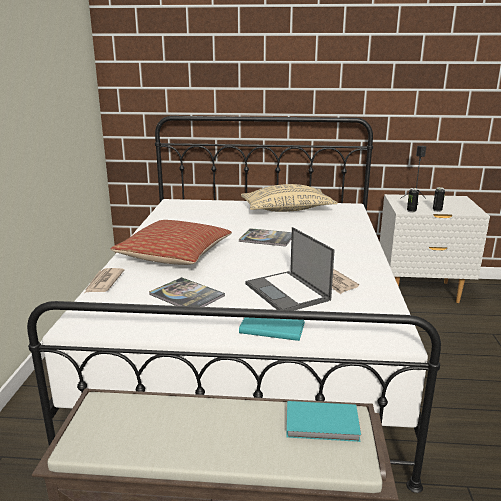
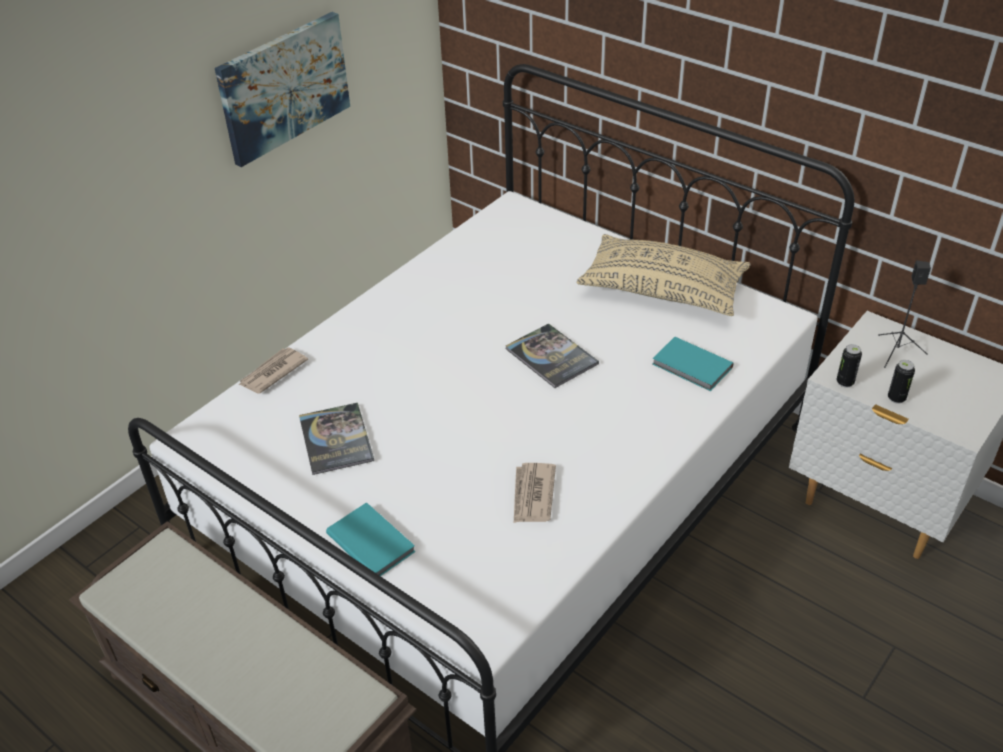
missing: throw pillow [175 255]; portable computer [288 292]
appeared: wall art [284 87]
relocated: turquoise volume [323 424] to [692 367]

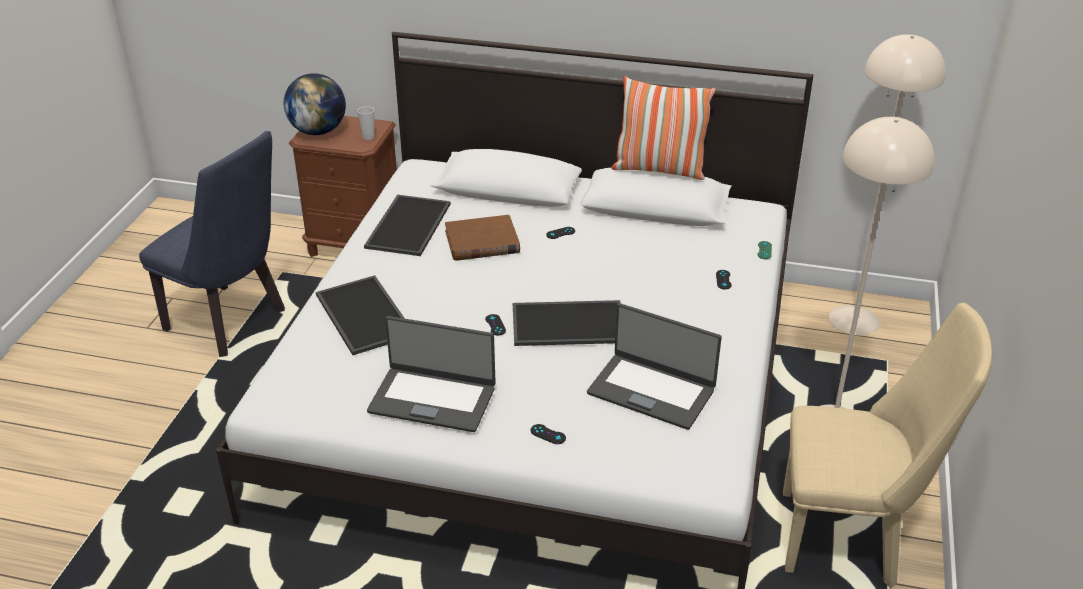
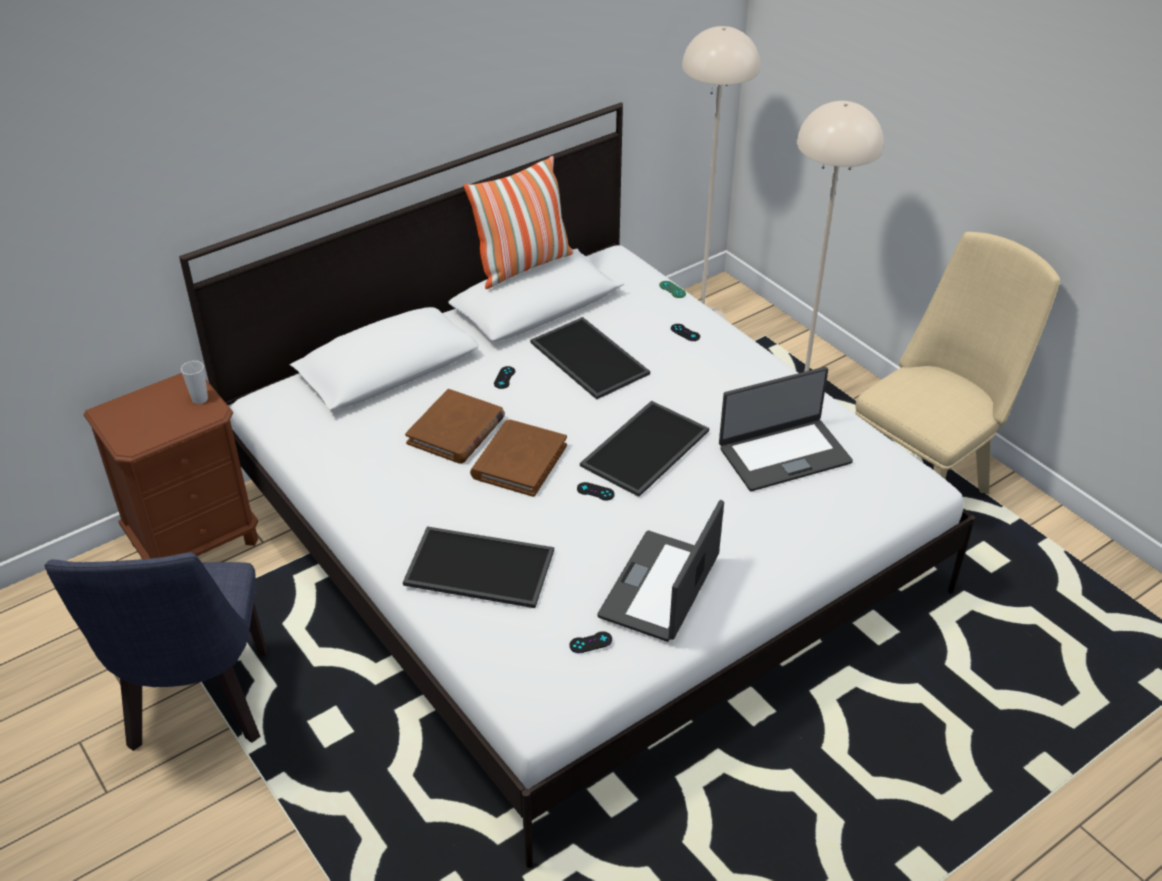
missing: world globe [318 131]
appeared: brown volume [519 461]
relocated: tray [407 225] to [587 358]; black gamepad [548 434] to [590 642]
spun: bluish upright chair [232 323] = [199 710] 105 degrees clockwise; portable computer [432 399] = [661 587] 150 degrees clockwise

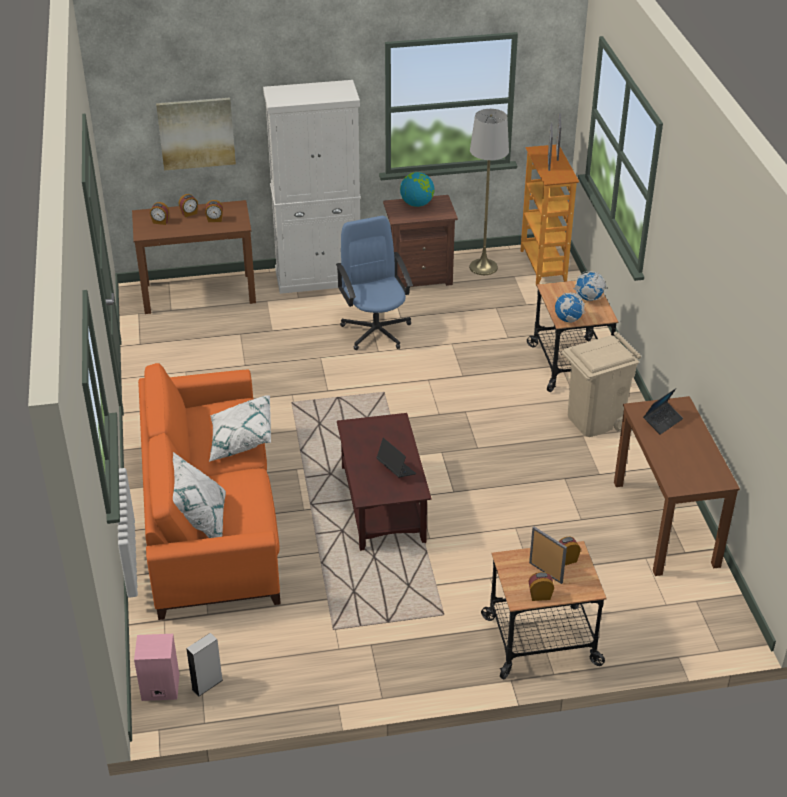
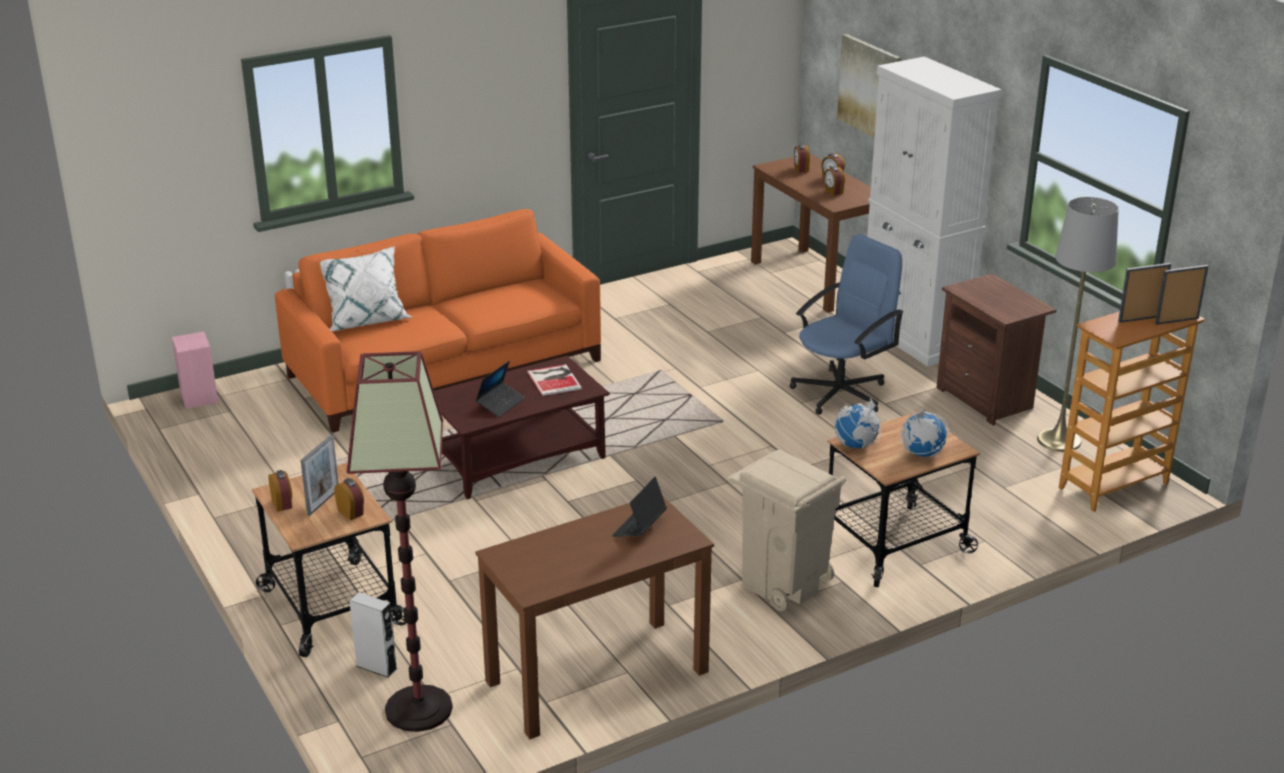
missing: white throw pillow [241 440]; world globe [417 204]
appeared: standing lamp [418 709]; volume [554 379]
relocated: gray loudspeaker [207 684] to [376 667]
spun: portable computer [662 421] = [639 528] 90 degrees clockwise

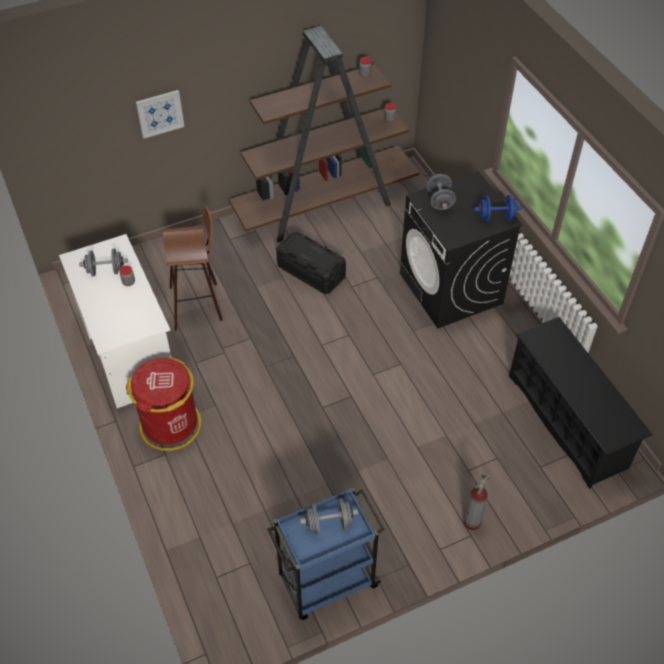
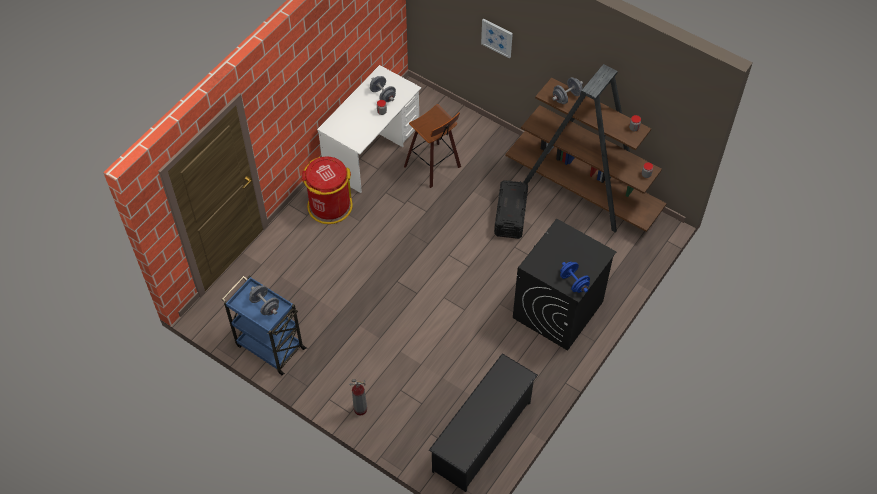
relocated: gray dumbbell [440 201] to [566 97]

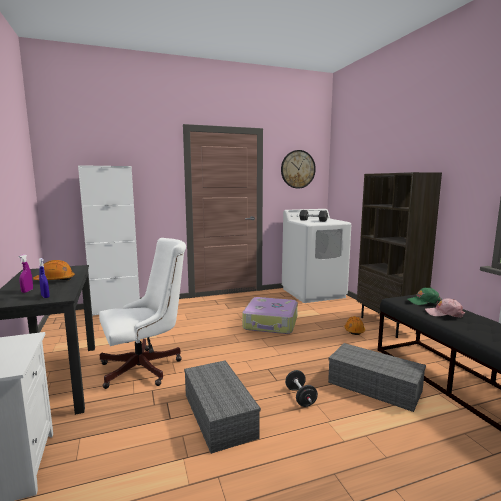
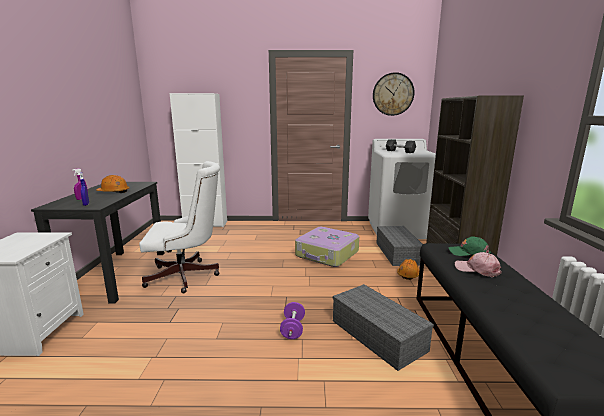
relocated: gray storage container [217 414] to [396 253]
colour: black dumbbell [300 397] to purple-coloured dumbbell [293 329]

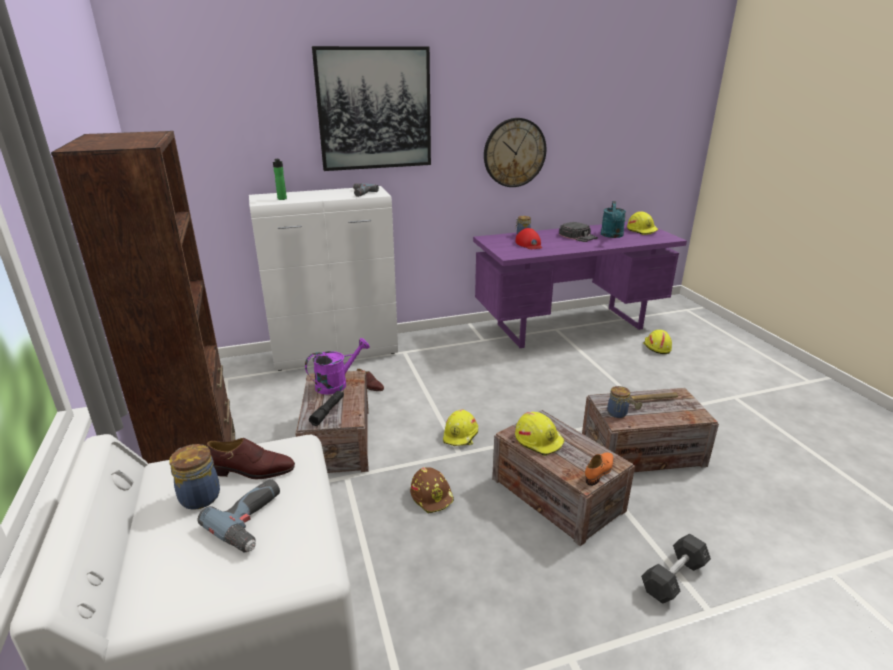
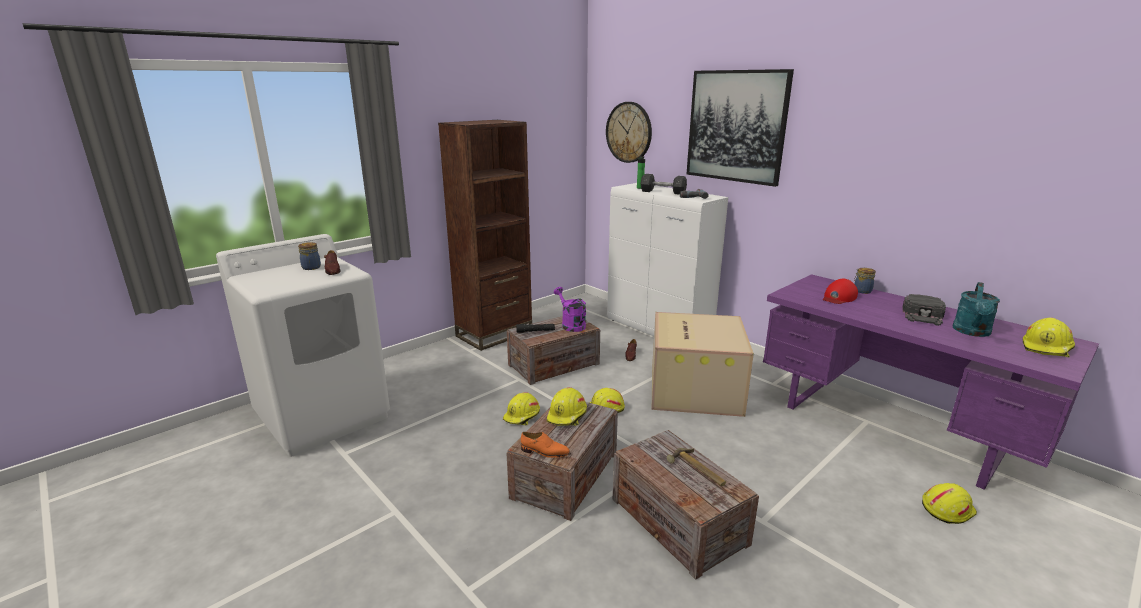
missing: power drill [254 521]; storage jar [616 413]
appeared: carton [693 389]
relocated: clock on the wall [514 153] to [629 132]; gray dumbbell [673 577] to [663 192]
colour: brown hard hat [432 496] to yellow-coloured hard hat [522 416]
spun: purple-coloured sprinkling can [336 384] = [571 325] 150 degrees counterclockwise; turquoise sprinkling can [612 236] = [972 332] 45 degrees counterclockwise

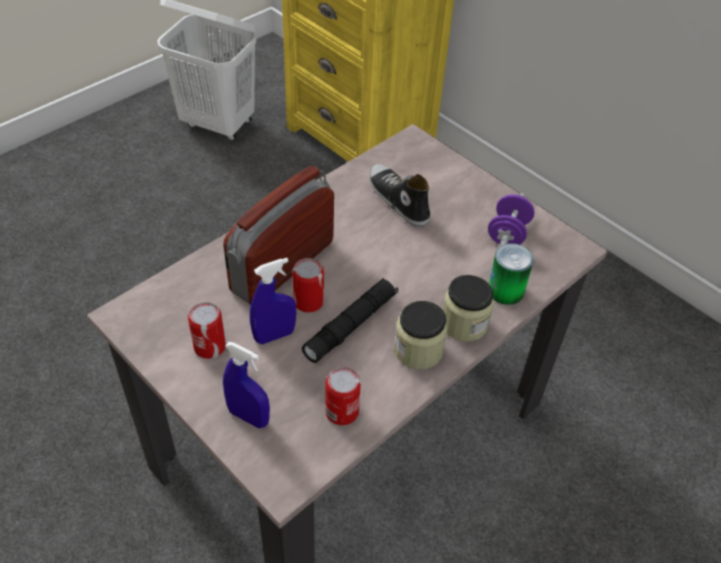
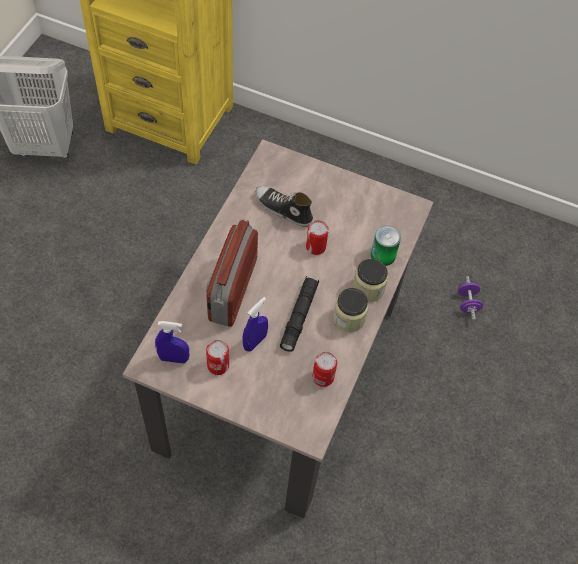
relocated: bluish hand sprayer [248 417] to [173 358]; can [308 302] to [315 247]; purple-coloured dumbbell [507 234] to [467 303]

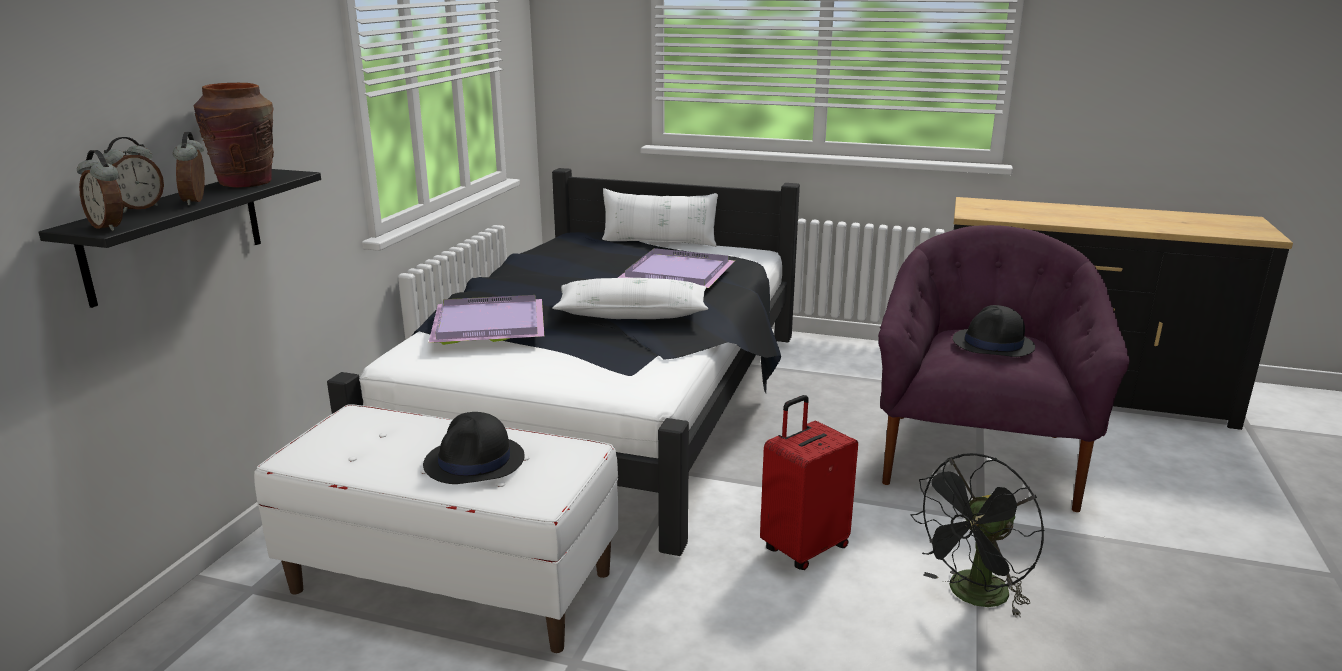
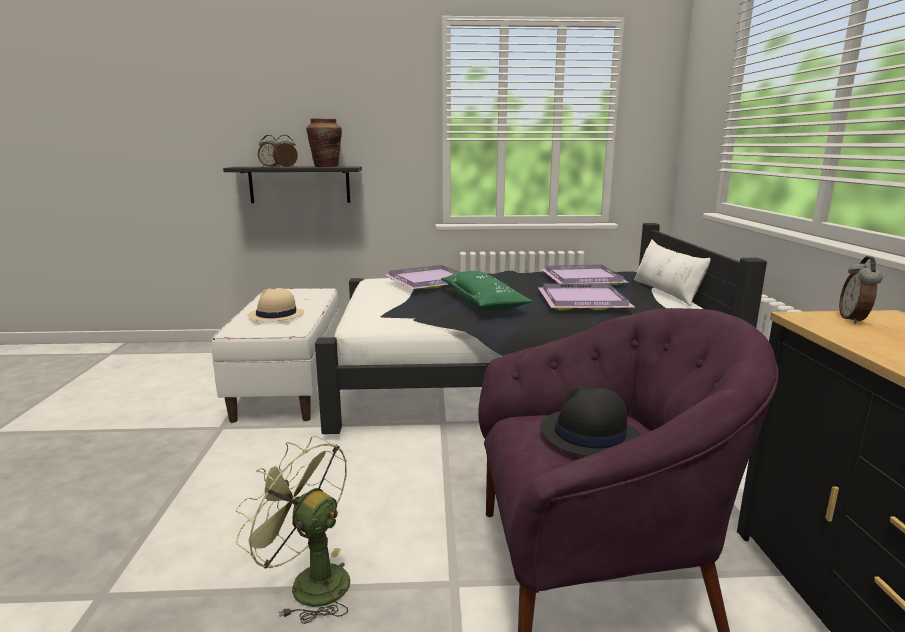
missing: red piece of luggage [803 548]
appeared: purple-coloured tray [584 279]
relocated: alarm clock [110 227] to [854 320]
colour: black hat [475 462] to beige-coloured hat [276 315]; white throw pillow [632 314] to green-coloured throw pillow [483 302]; black fan [972 597] to green-coloured fan [309 582]

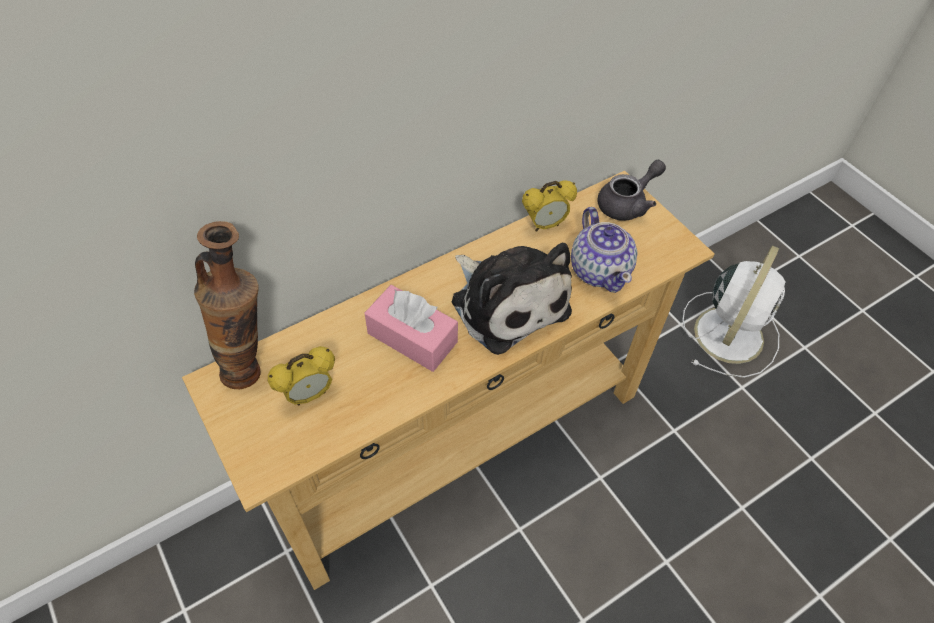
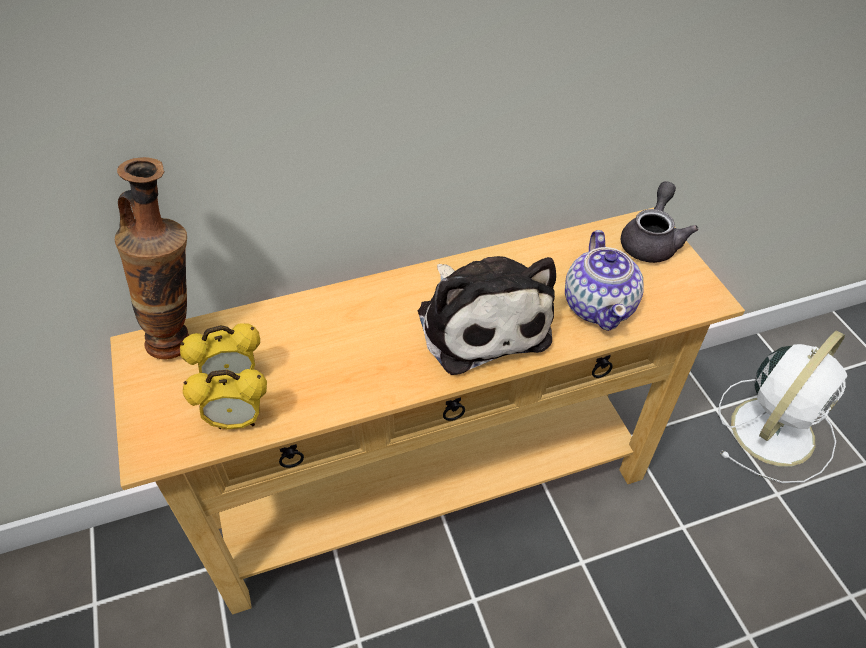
missing: pink-coloured box of tissues [412 337]
relocated: alarm clock [545 225] to [237 421]
spun: gray pot for tea [627 204] = [651 241] 45 degrees counterclockwise

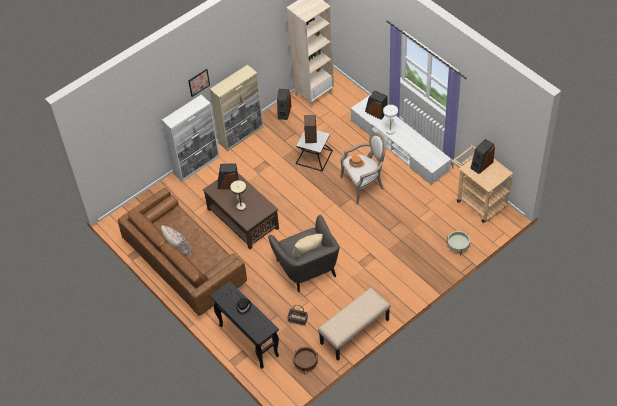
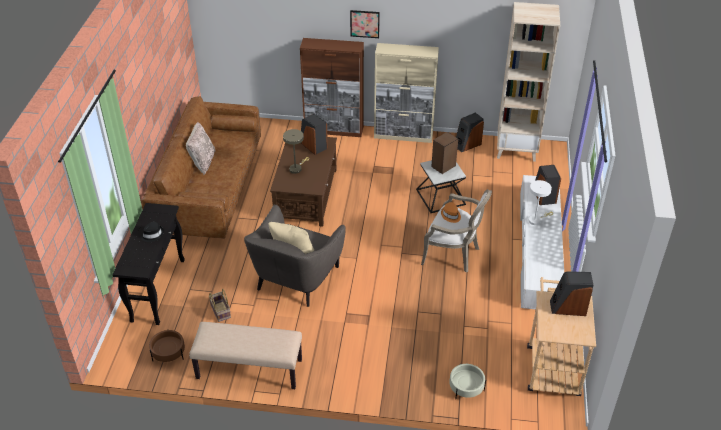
colour: white cabinet [197 165] to brown cabinet [334 129]

